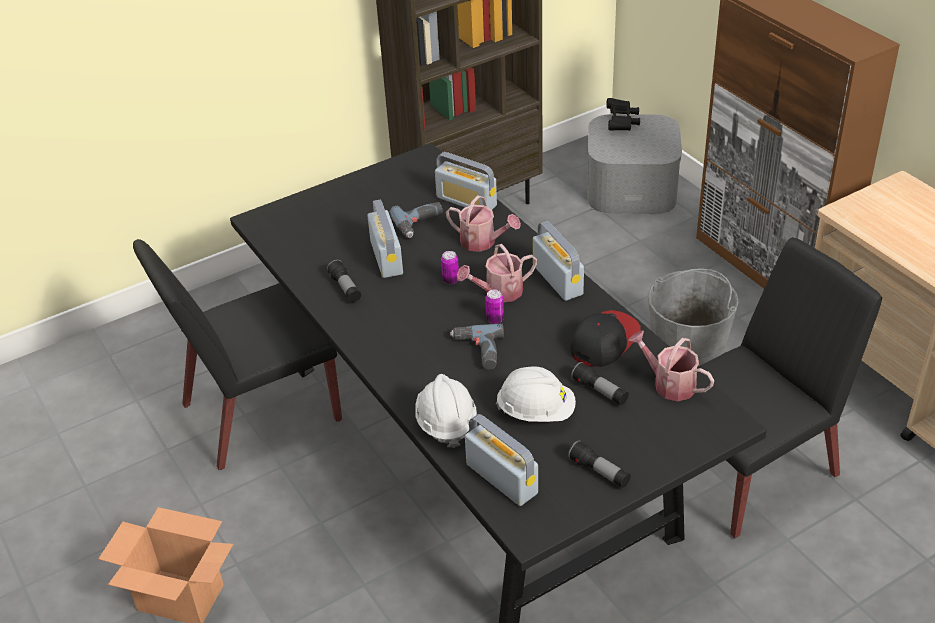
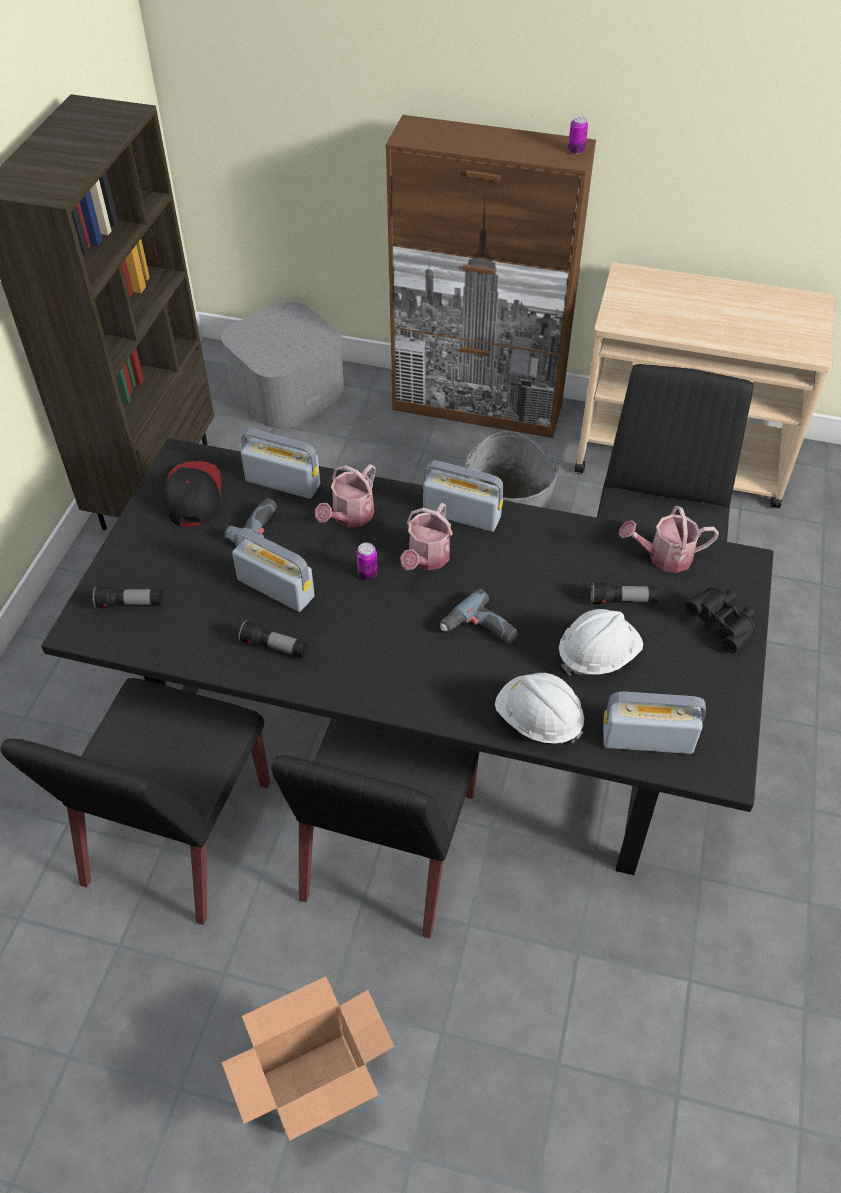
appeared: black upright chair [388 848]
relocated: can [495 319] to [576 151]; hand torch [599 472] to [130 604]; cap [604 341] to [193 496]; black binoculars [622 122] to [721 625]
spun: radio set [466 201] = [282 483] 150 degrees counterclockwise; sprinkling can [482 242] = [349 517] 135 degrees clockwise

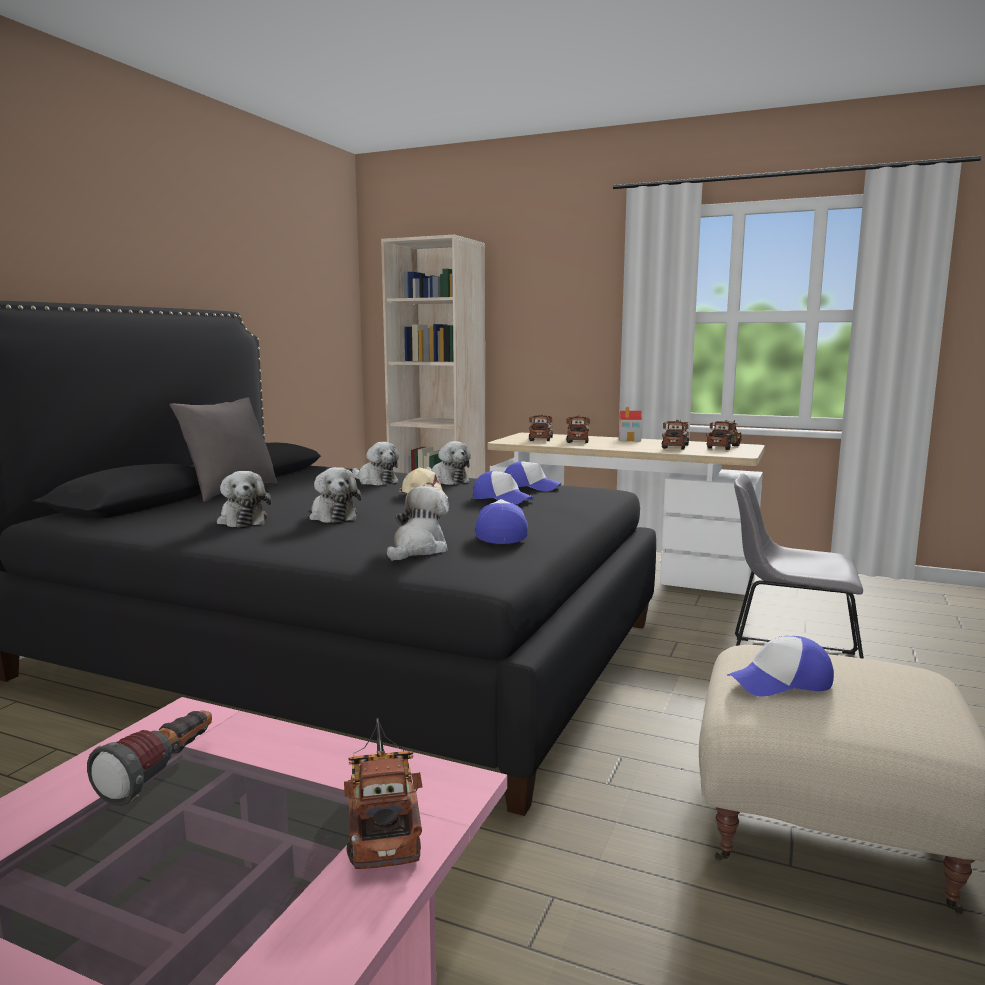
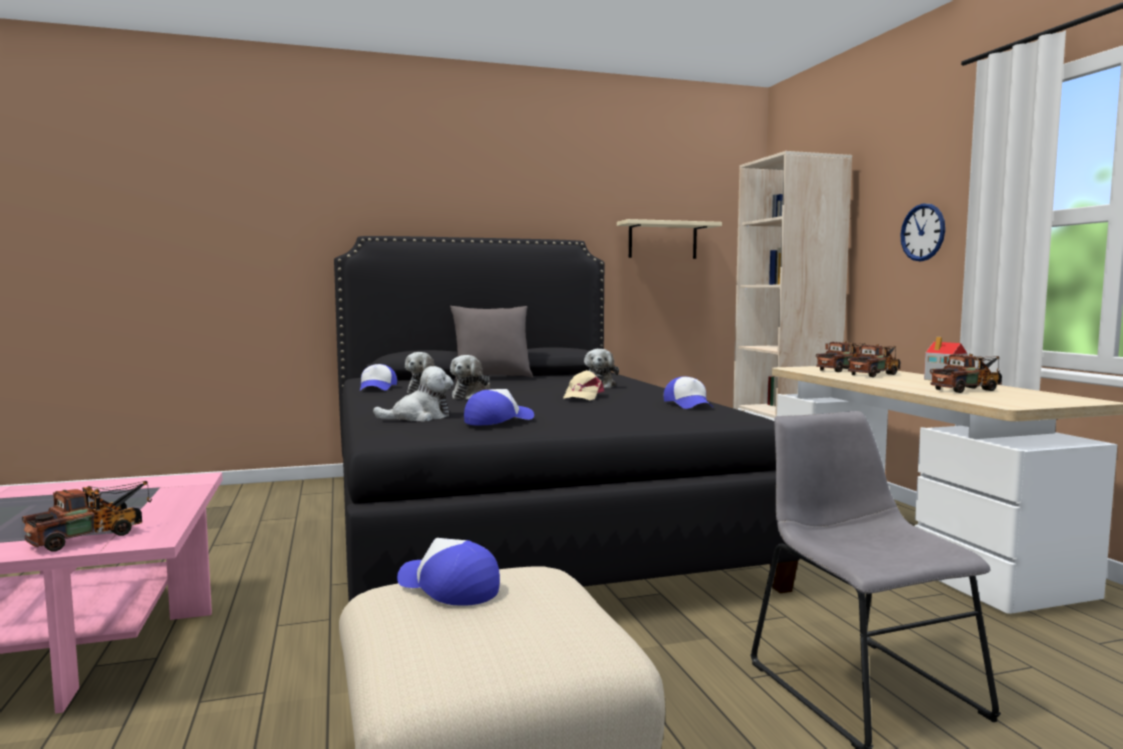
missing: hand torch [162 773]; soft toy [447 480]; toy truck [725 446]
appeared: beige-coloured wall shelf [662 240]; clock on the wall [923 232]
relocated: cap [502 499] to [377 388]

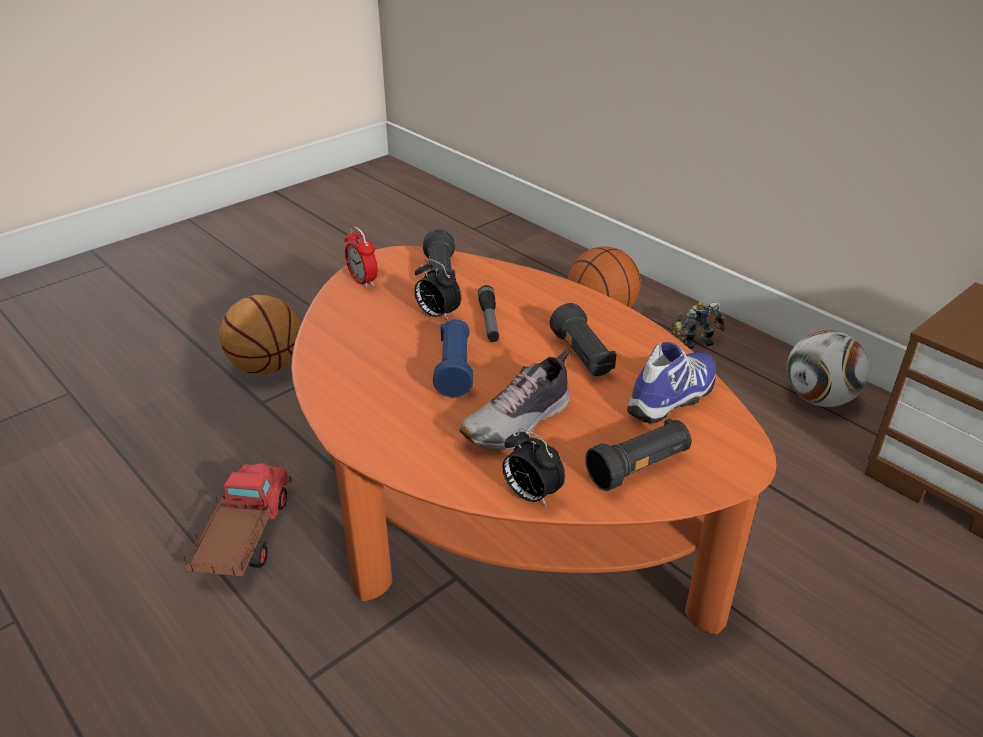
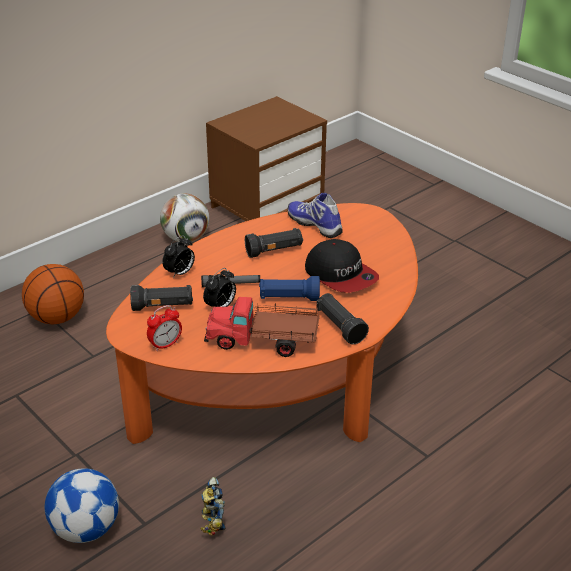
relocated: toy truck [244 537] to [264 340]; alarm clock [530 495] to [180 273]; black hand torch [639 468] to [340 327]; robot figure [694 341] to [211 521]
exchanged: ball for basketball [268 367] to ball for football [86 528]; shoe [519 422] to cap [341 275]

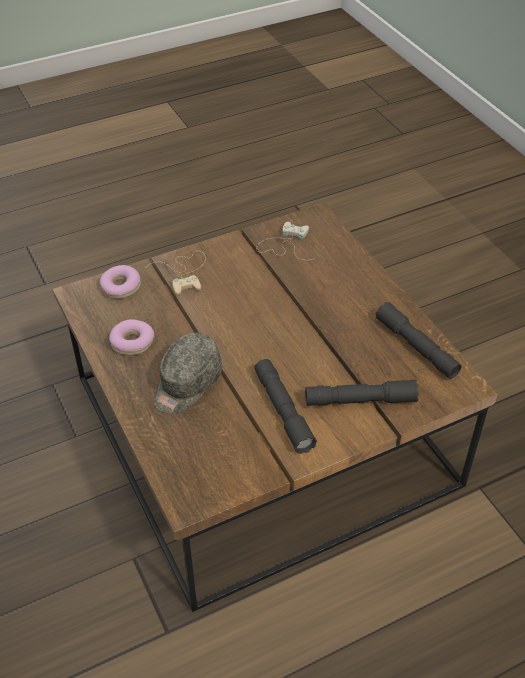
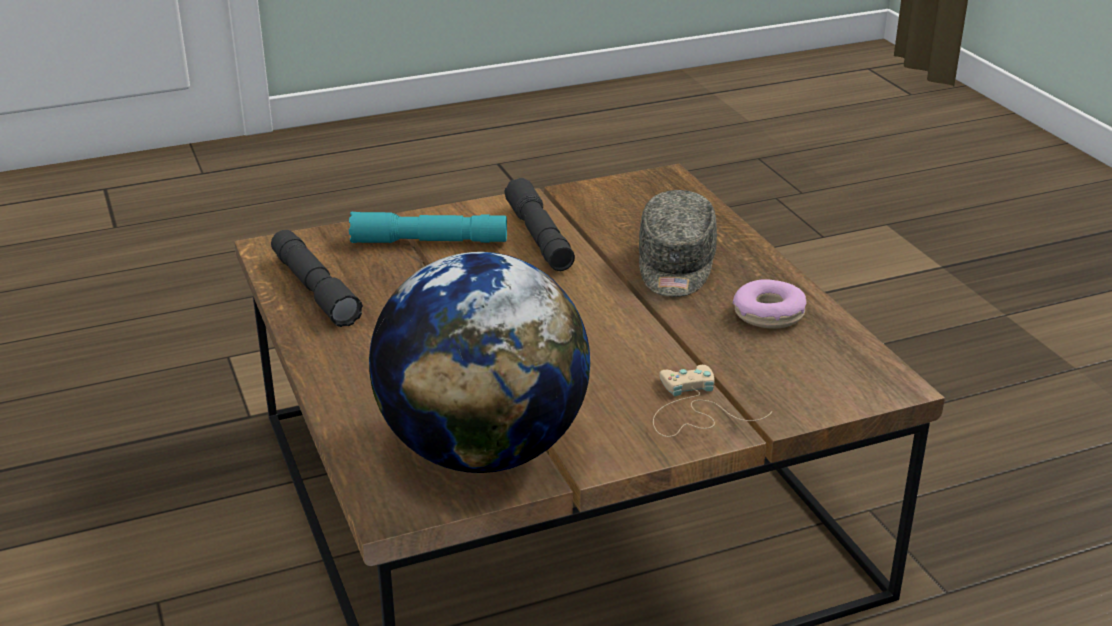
missing: donut [121 287]
exchanged: white gamepad [285 244] to world globe [483 450]
colour: gray hand torch [360 400] to turquoise hand torch [429 241]
spun: gray cap [186 384] = [675 266] 150 degrees clockwise

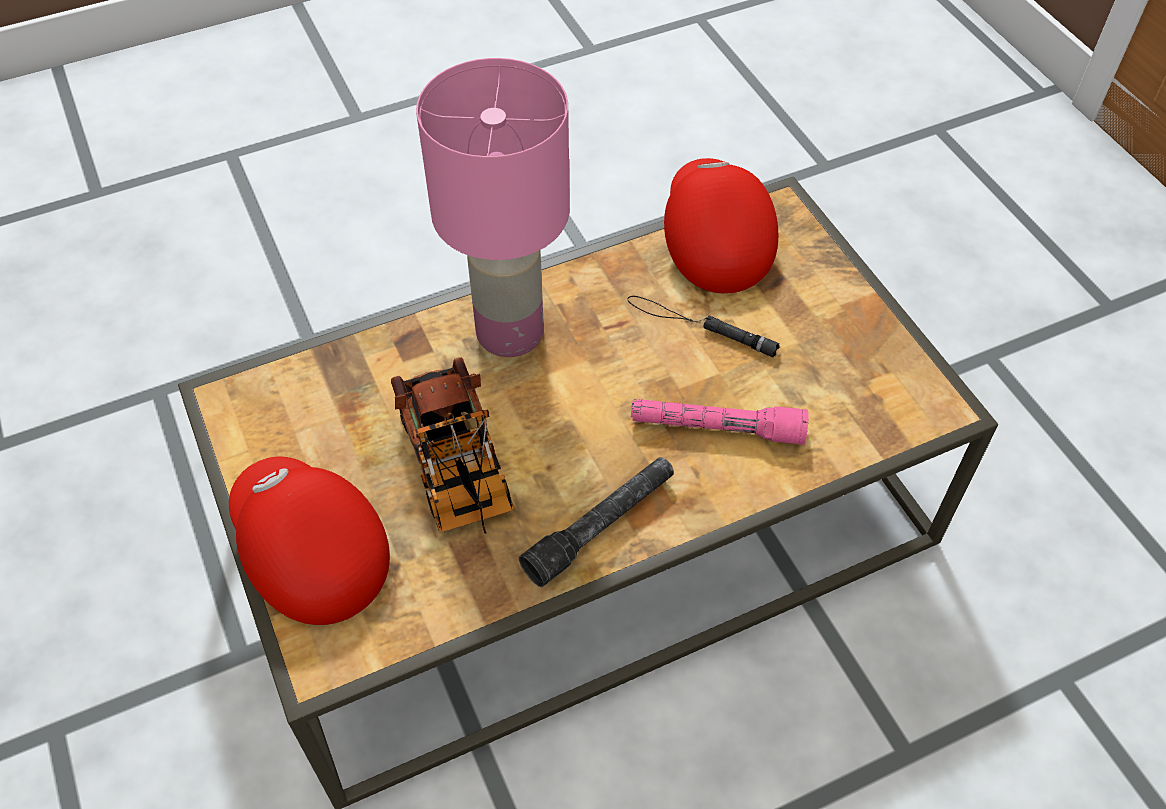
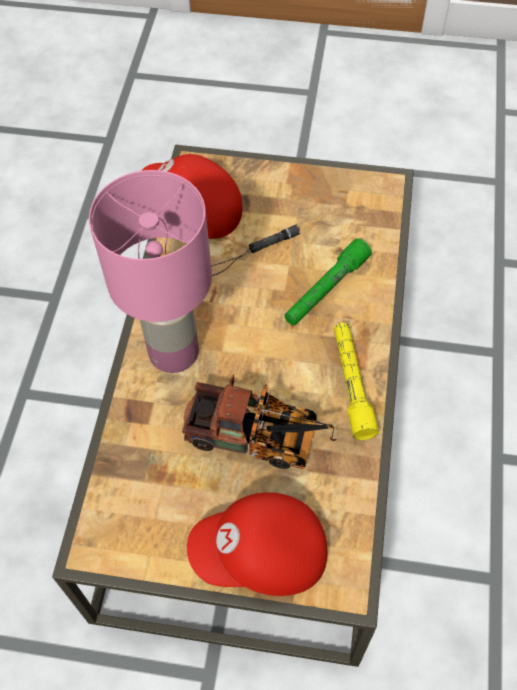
colour: gray hand torch [601 526] to yellow-coloured hand torch [352 384]; pink-coloured hand torch [716 428] to green-coloured hand torch [326 289]

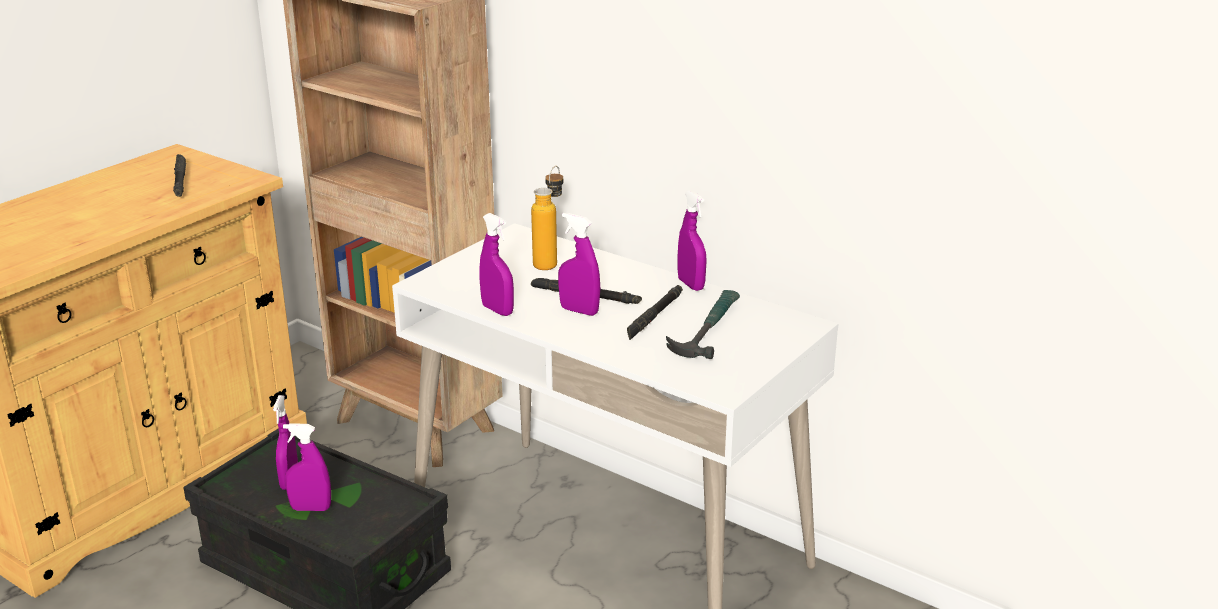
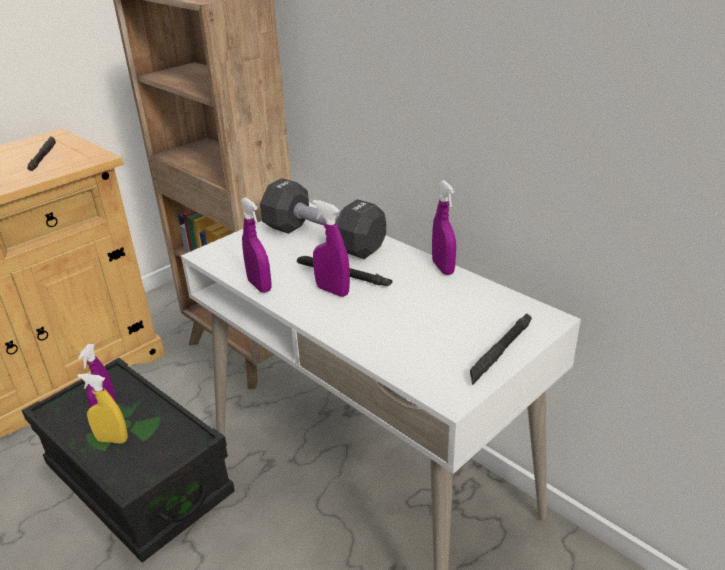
missing: hand hammer [707 329]
relocated: black hand torch [654 316] to [500 352]
exchanged: drink bottle [550 262] to black dumbbell [323 239]
colour: purple-coloured hand sprayer [311 508] to yellow-coloured hand sprayer [112 439]

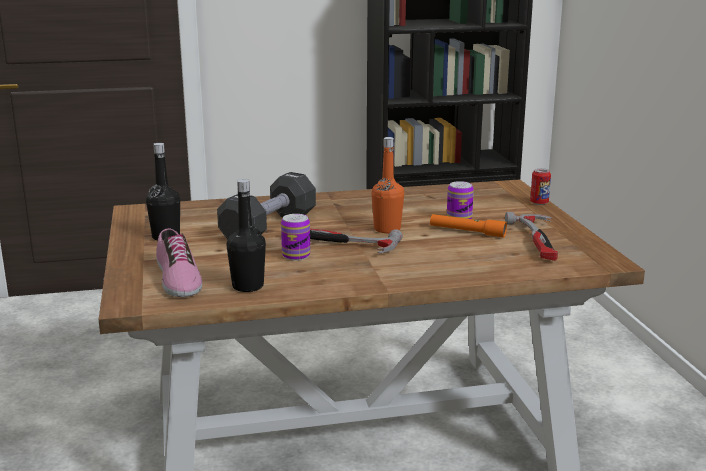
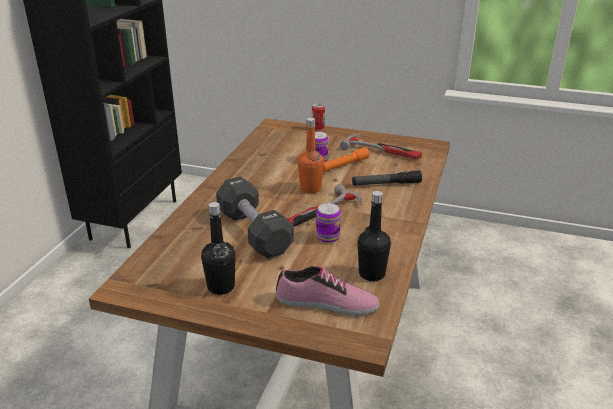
appeared: hand torch [386 184]

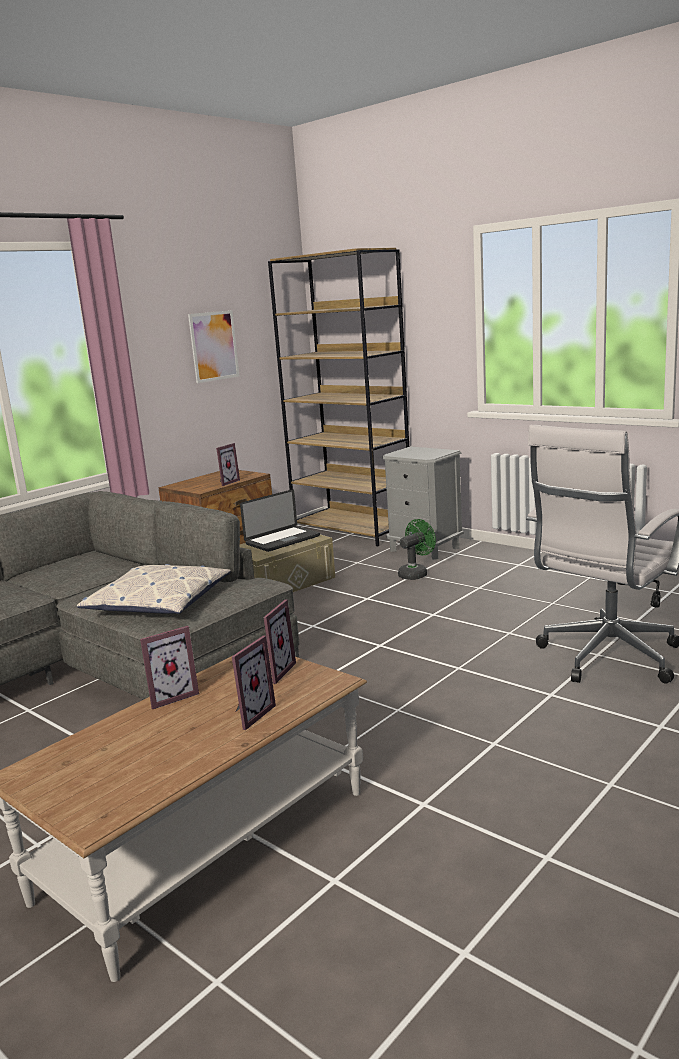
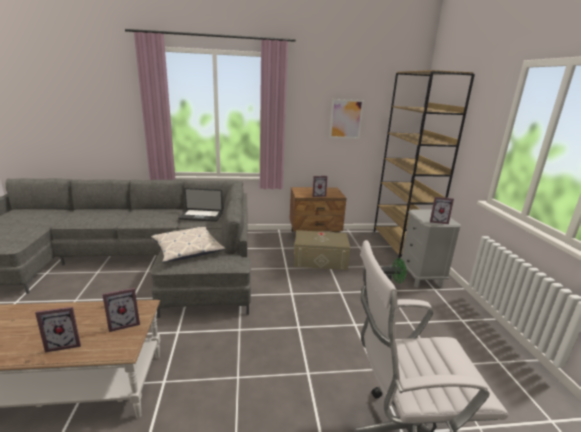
relocated: standing frame [171 696] to [438 221]; portable computer [282 540] to [201 216]

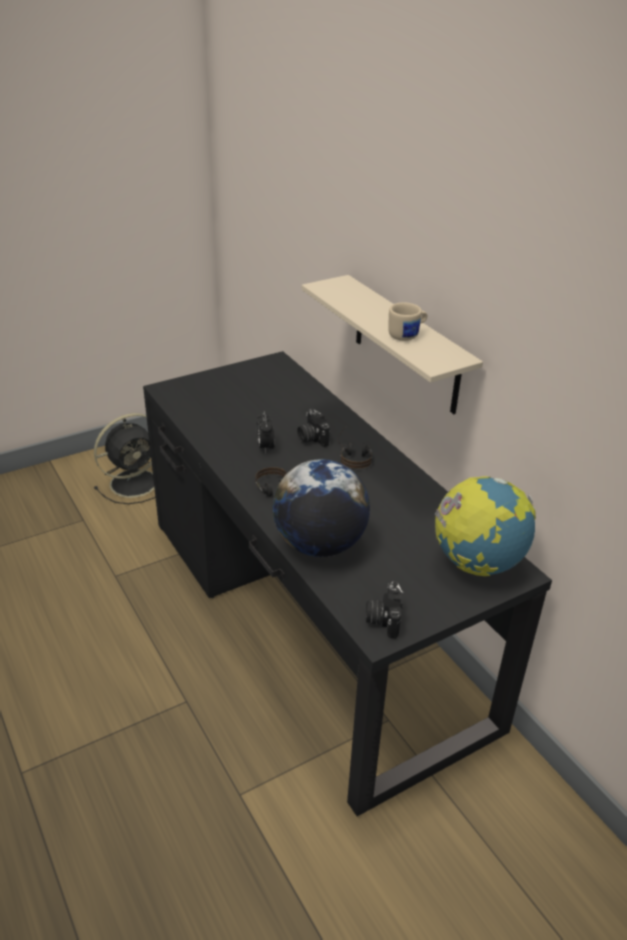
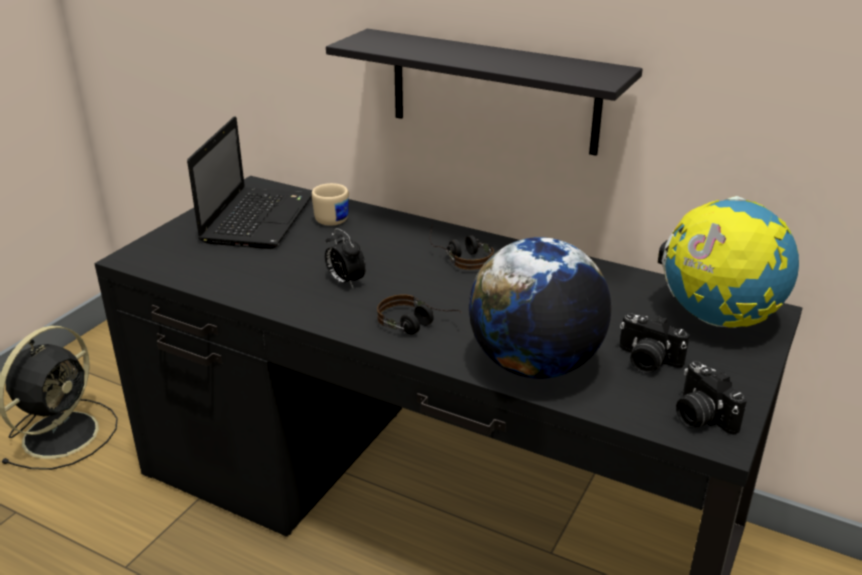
appeared: portable computer [258 218]
relocated: photo camera [311 438] to [646 361]; beige-coloured mug [407 335] to [335 218]
colour: beige-coloured wall shelf [406 345] to black wall shelf [493 91]

